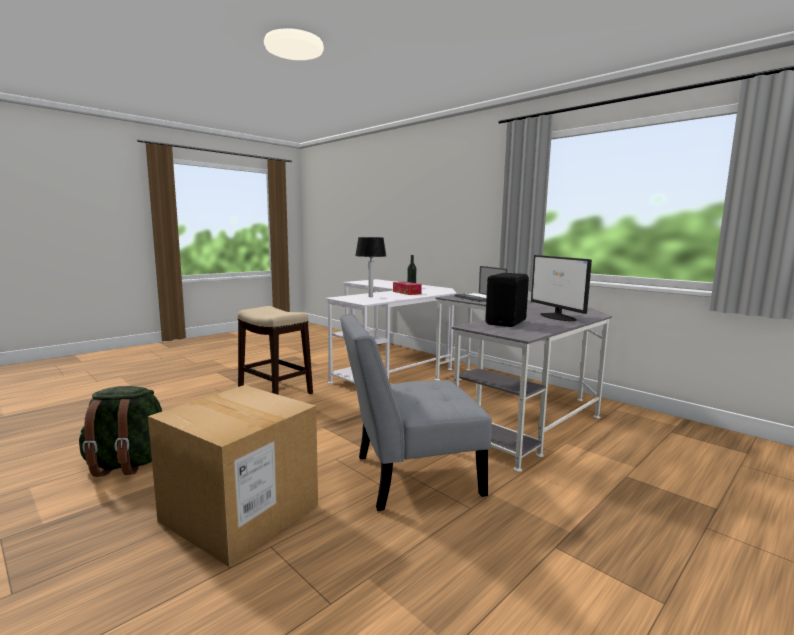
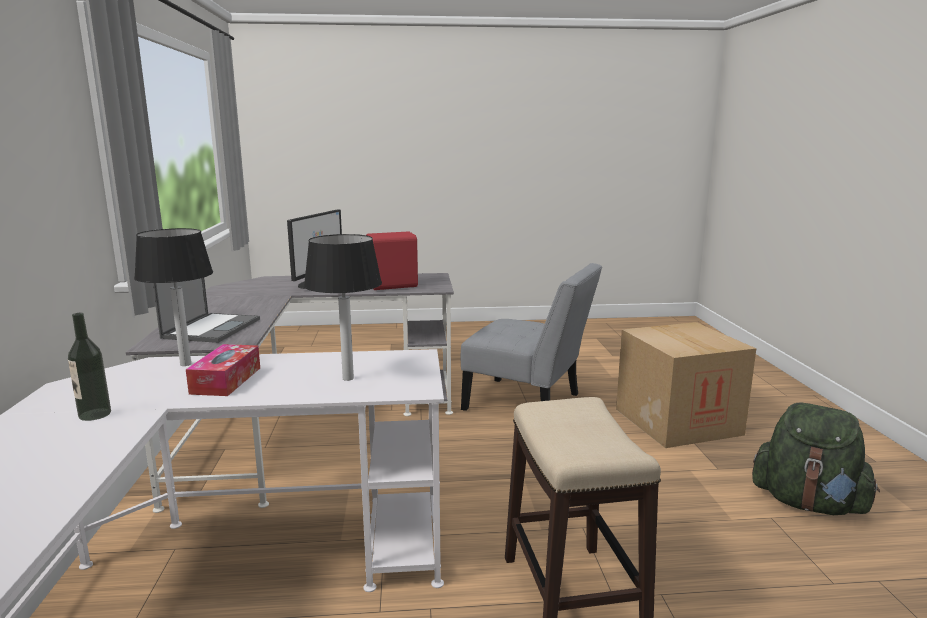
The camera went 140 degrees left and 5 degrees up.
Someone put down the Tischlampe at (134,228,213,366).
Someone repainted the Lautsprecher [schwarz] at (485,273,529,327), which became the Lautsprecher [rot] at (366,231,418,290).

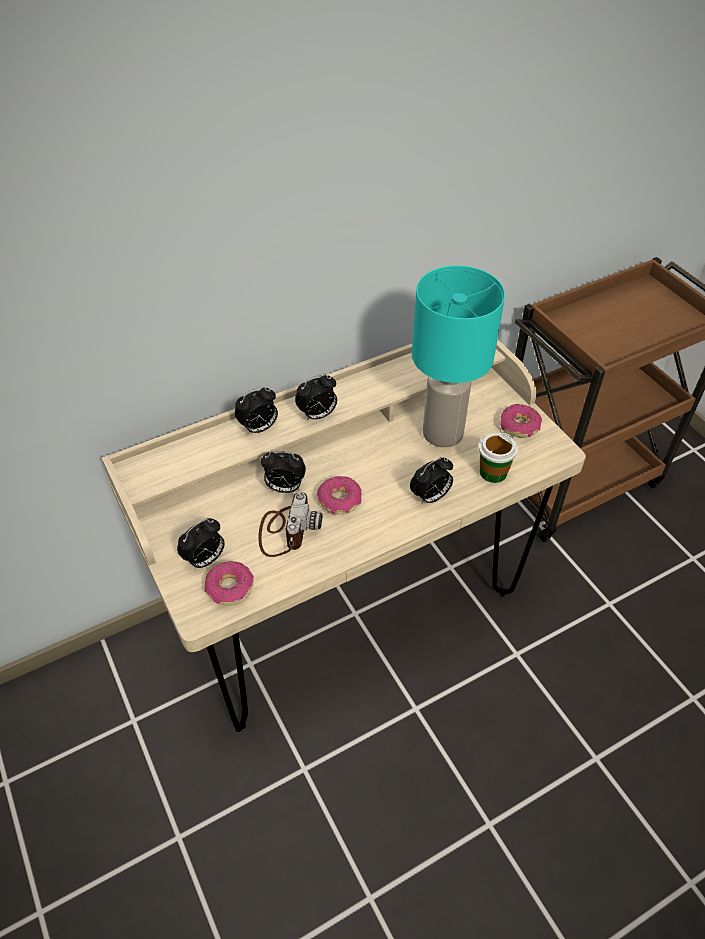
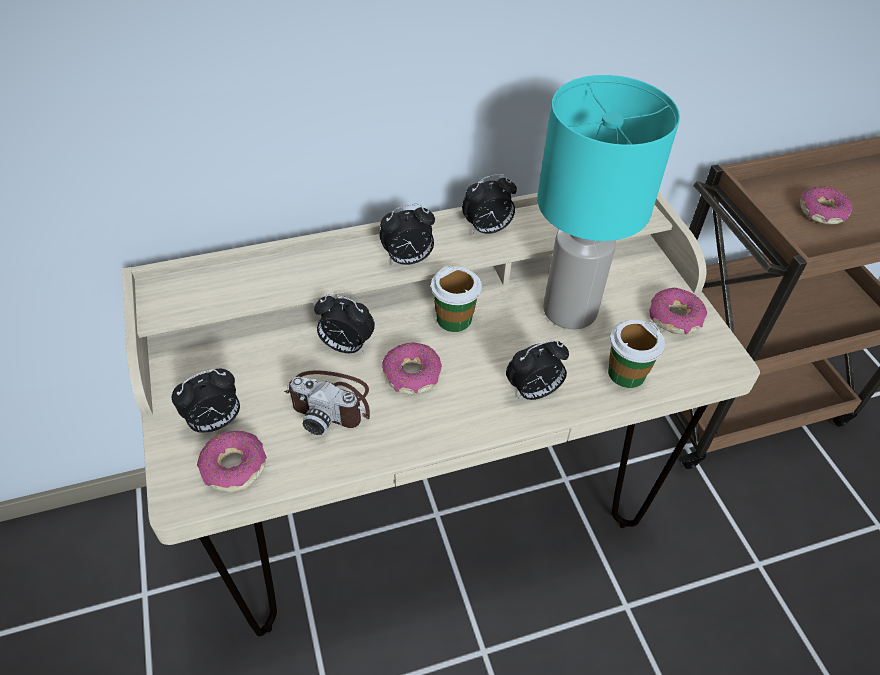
The camera went 10 degrees right and 0 degrees up.
Someone put down the Tasse at (431,266,482,332).
Someone put down the Donut at (800,186,853,225).
Someone carried the Wecker from (235,386,278,434) to (462,174,517,235).
Someone rotated the Kamera at (258,492,322,557) by 90 degrees clockwise.

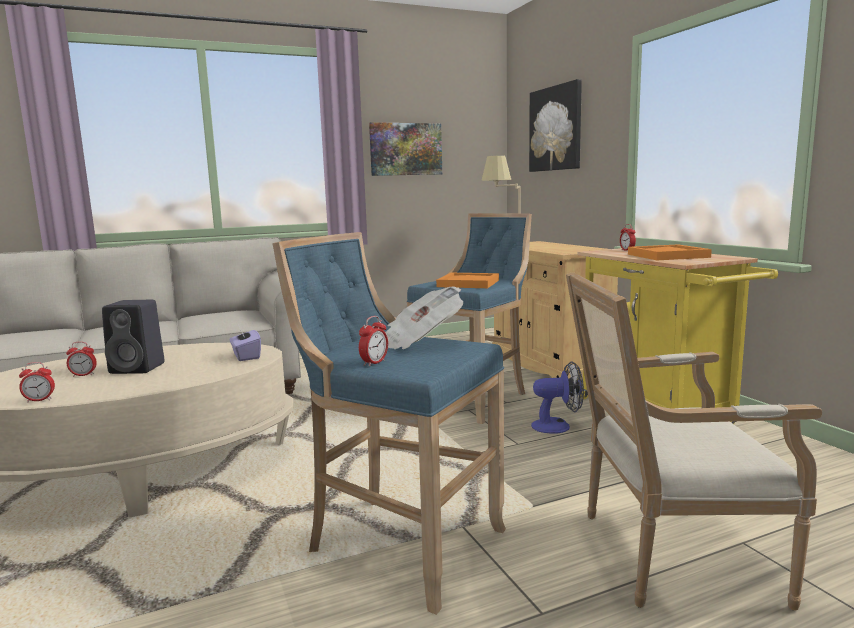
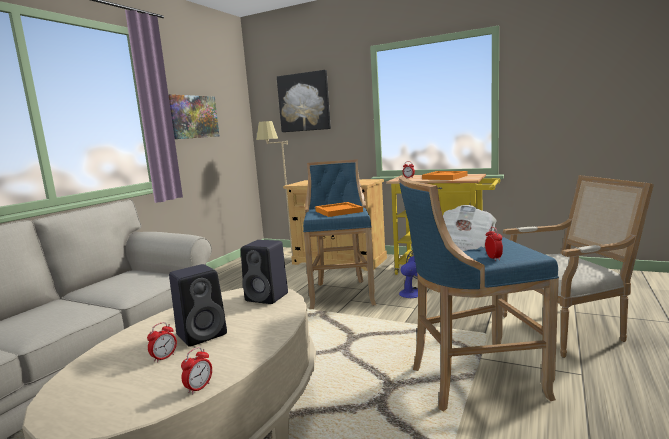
The camera went 40 degrees left and 0 degrees up.
Someone swapped the Taschentuchbox [lila] at (229,324,261,361) for the Lautsprecher [schwarz] at (241,240,288,304).
Someone rotated the Sessel at (566,272,822,611) by 150 degrees counterclockwise.

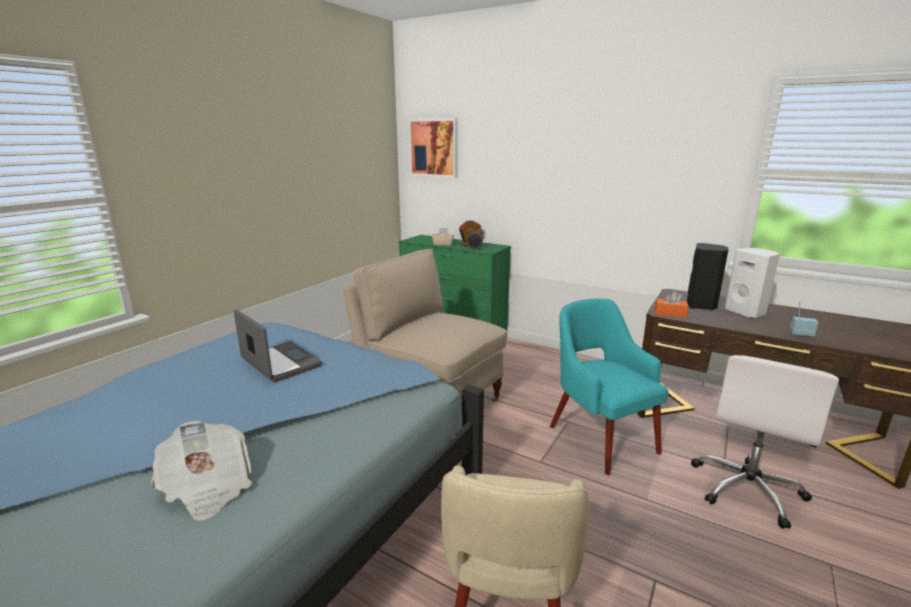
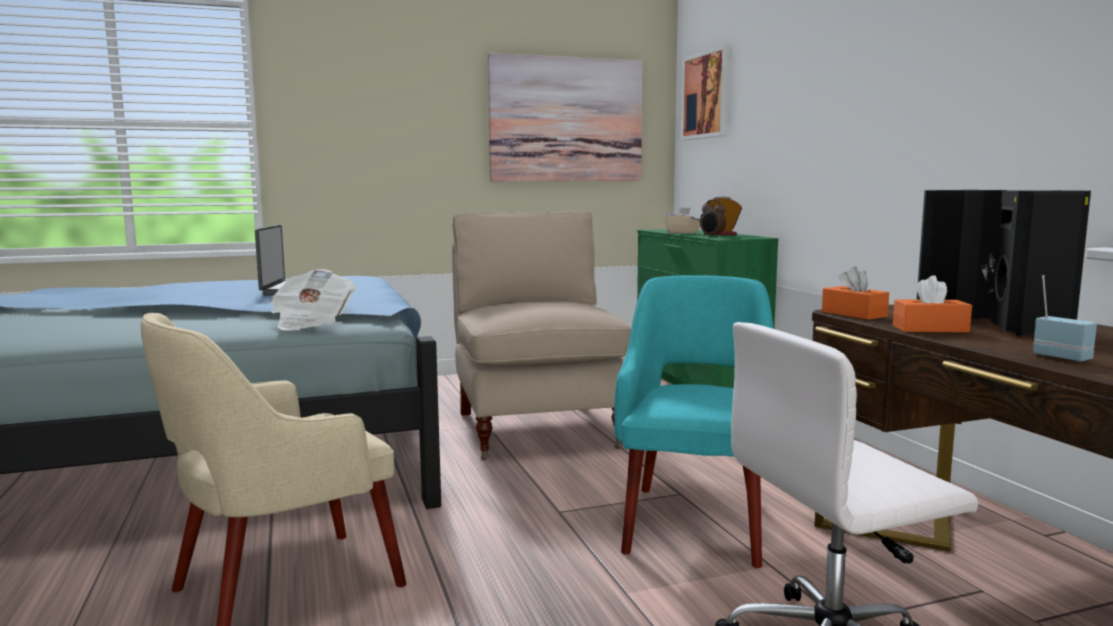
The camera went 40 degrees right and 10 degrees down.
Someone put up the Bild at (488,53,643,181).
Someone put down the Taschentuchbox [orange] at (893,275,972,333).
Someone carried the Zeitung from (151,420,252,521) to (270,269,355,331).
Someone repainted the Lautsprecher [weiß] at (725,248,780,318), which became the Lautsprecher [schwarz] at (991,190,1091,336).

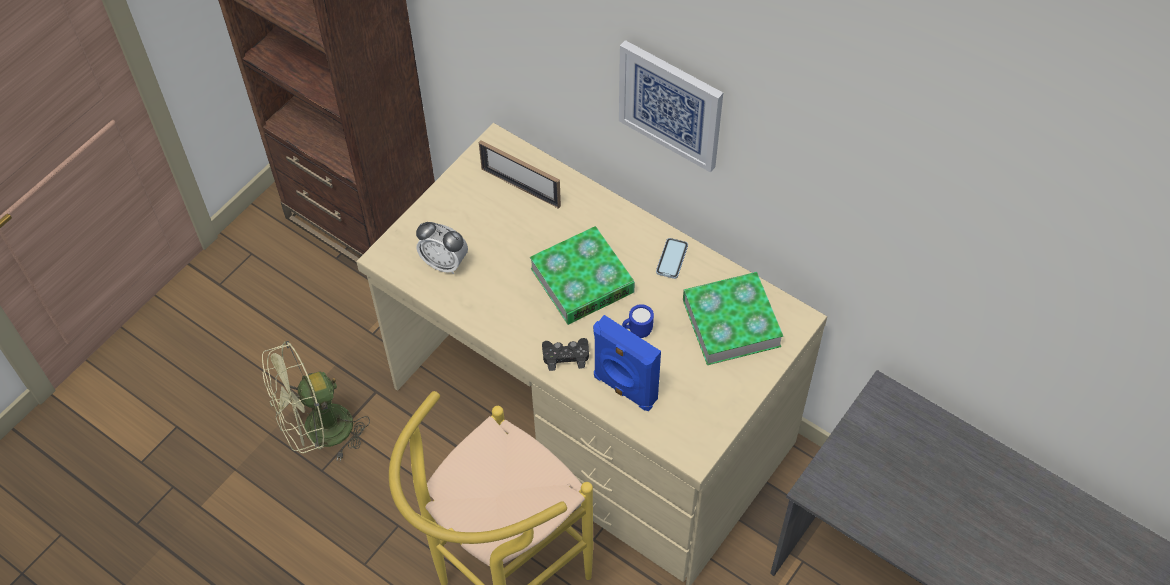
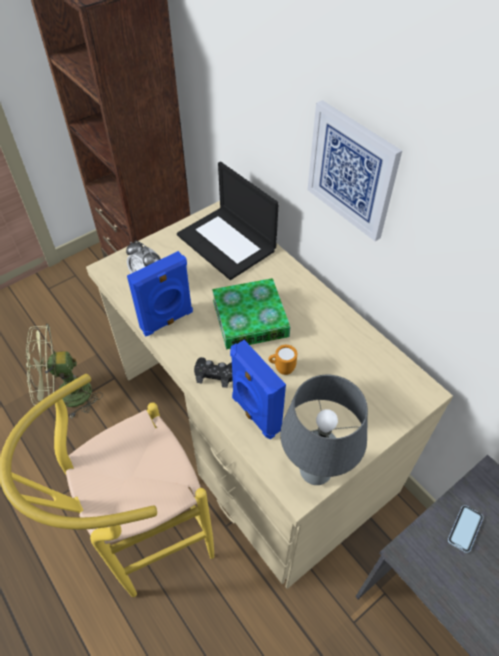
The camera went 15 degrees right and 5 degrees down.
Someone took away the Buch at (683,272,783,365).
Someone put down the Lautsprecher [blau] at (127,251,193,336).
Someone put down the Tischlampe [grau] at (280,375,368,485).
Someone carried the Handy from (656,238,688,279) to (448,505,483,553).
Someone swapped the Bilderrahmen at (479,140,561,209) for the Laptop at (177,162,279,280).
Someone repainted the Henkelbecher [blau] at (622,304,654,338), which became the Henkelbecher [orange] at (268,345,297,375).

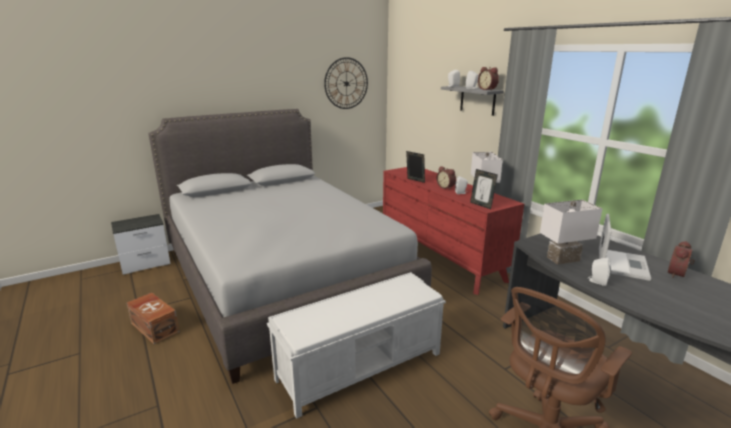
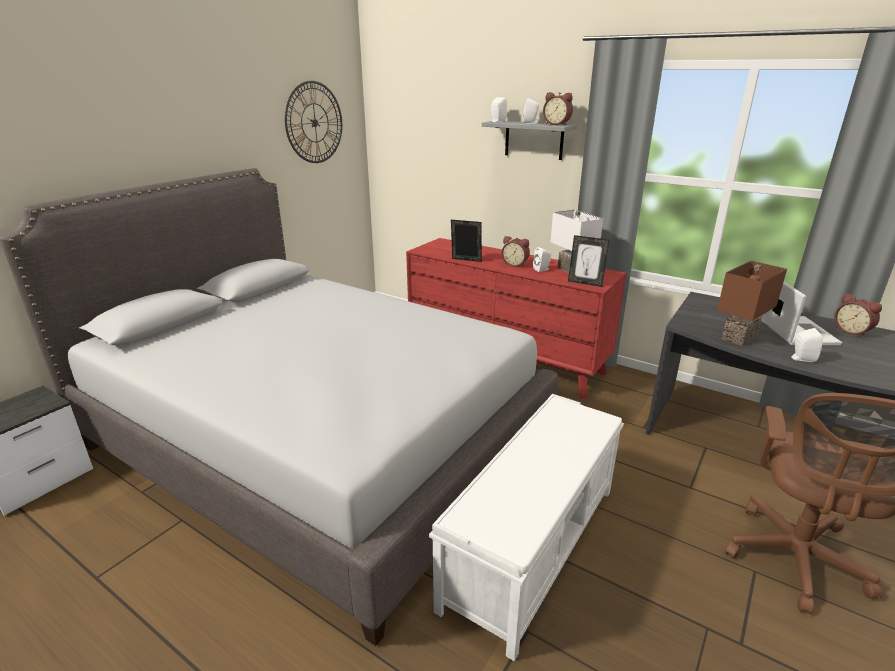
The camera went 25 degrees left and 5 degrees up.
Someone took away the Aufbewahrungsbox [braun] at (127,293,180,344).
Someone repainted the Tischlampe [weiß] at (540,200,603,265), which became the Tischlampe [braun] at (717,261,787,346).
Someone rotated the Wecker at (668,241,695,278) by 45 degrees counterclockwise.

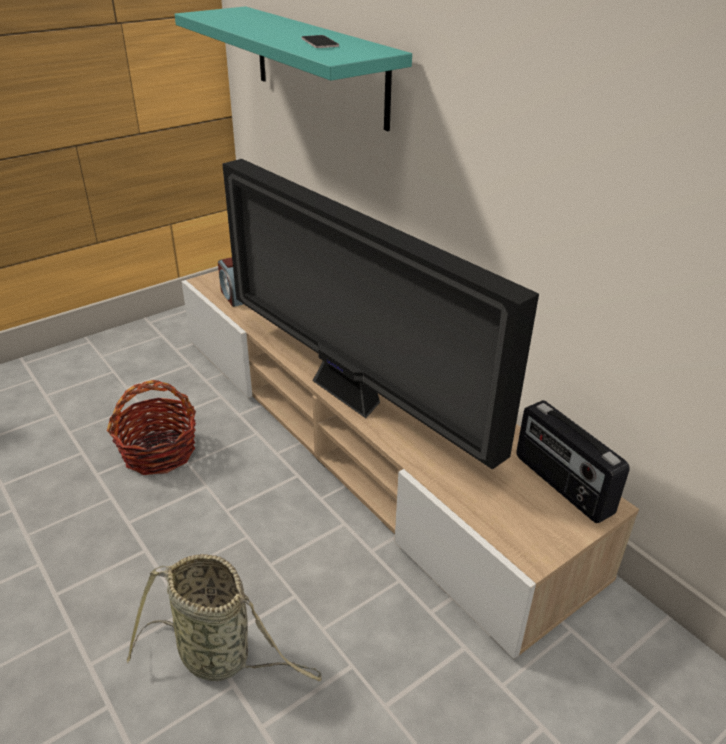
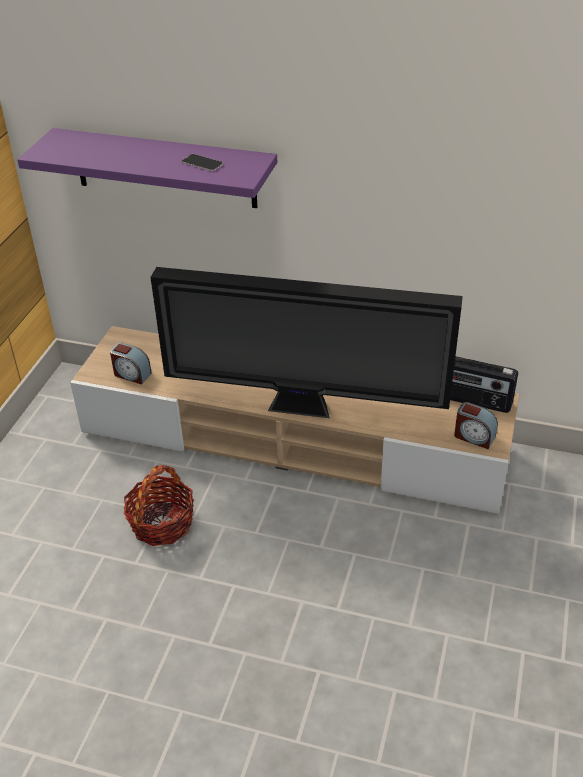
The camera went 35 degrees left and 5 degrees up.
Someone took away the Korb at (127,554,322,681).
Someone put down the Wecker at (454,402,498,449).
Someone repainted the Wandregal [türkis] at (175,6,412,131), which became the Wandregal [lila] at (17,128,277,208).

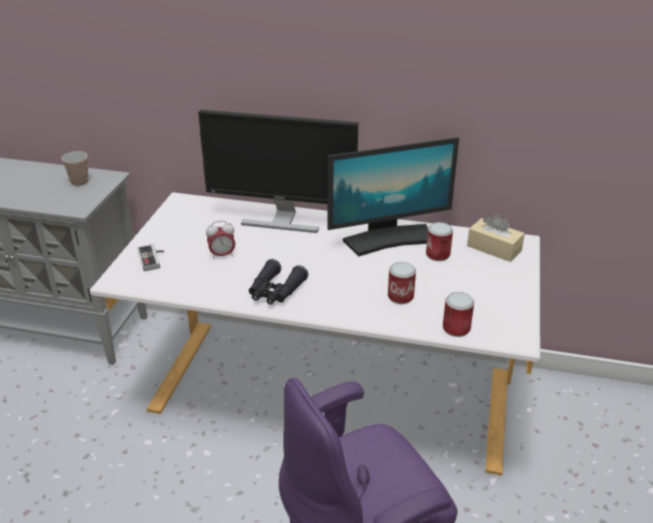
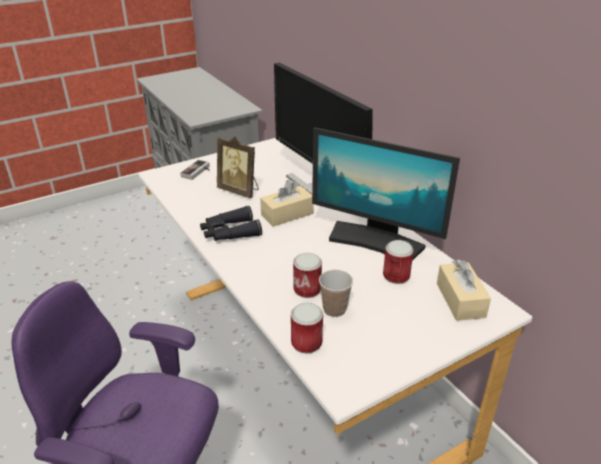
The camera went 45 degrees right and 0 degrees up.
Someone put down the Taschentuchbox [beige] at (260,180,314,226).
Someone carried the Tasse from (61,151,88,186) to (319,270,353,317).
Someone swapped the Wecker at (206,221,235,259) for the Bilderrahmen at (217,136,259,198).

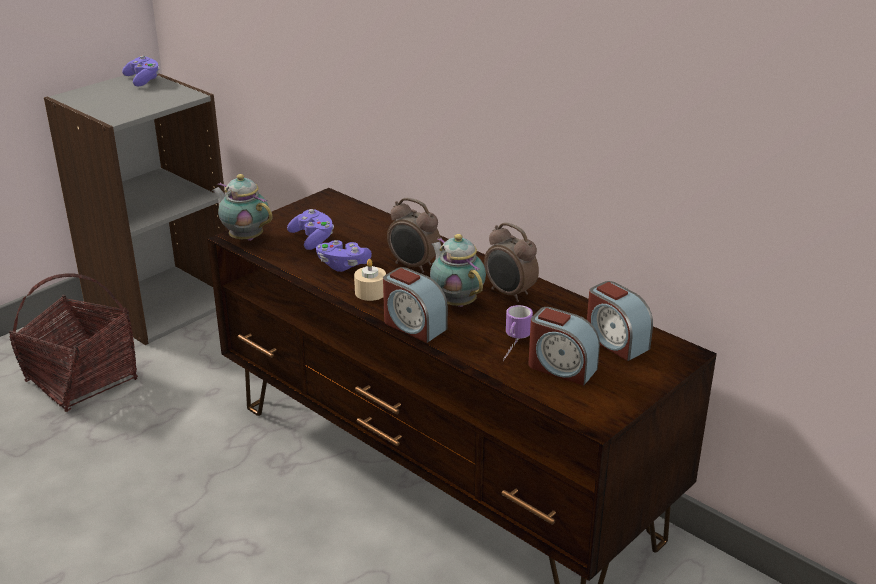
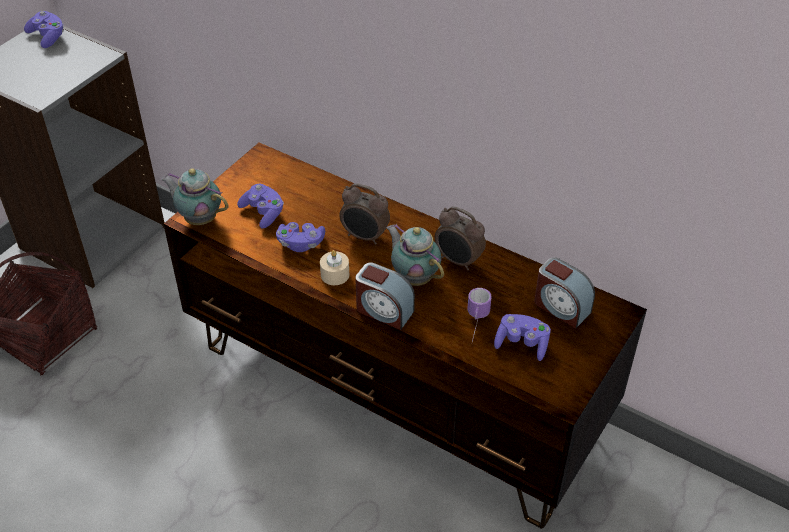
The camera went 10 degrees left and 15 degrees up.
Someone swapped the Wecker at (528,307,600,386) for the Gamepad [lila] at (494,314,551,361).

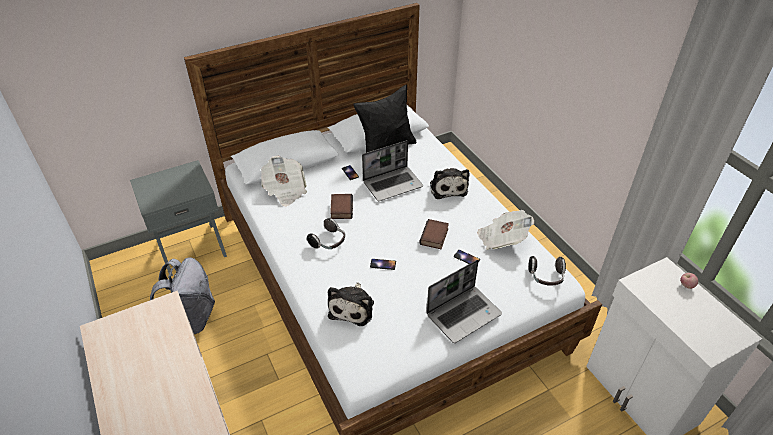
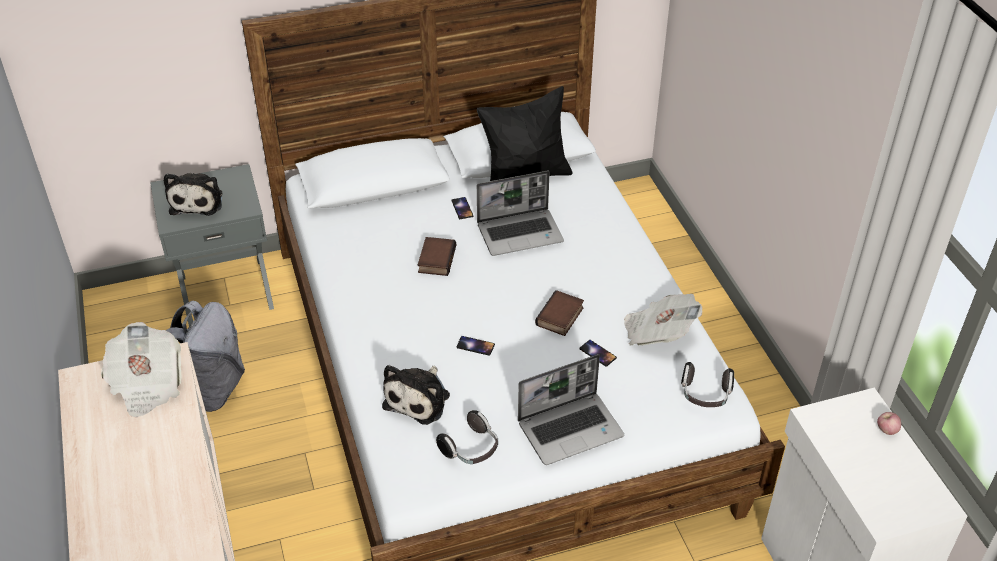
The camera went 10 degrees right and 0 degrees up.
Someone carried the Zeitung from (261,156,307,206) to (101,322,182,418).
Someone carried the Kopfhörer from (307,218,345,249) to (436,410,498,464).
Someone carried the Plüschtier from (430,168,469,199) to (164,173,222,216).

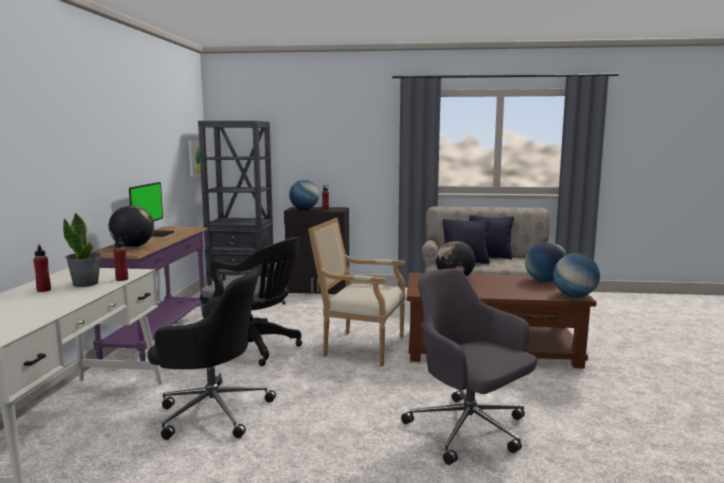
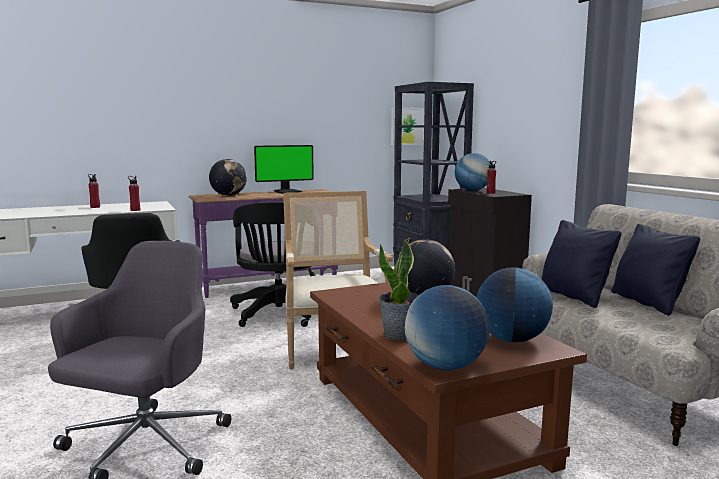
The camera went 60 degrees right and 0 degrees up.
Someone carried the Topfpflanze from (63,213,101,287) to (379,239,419,341).

